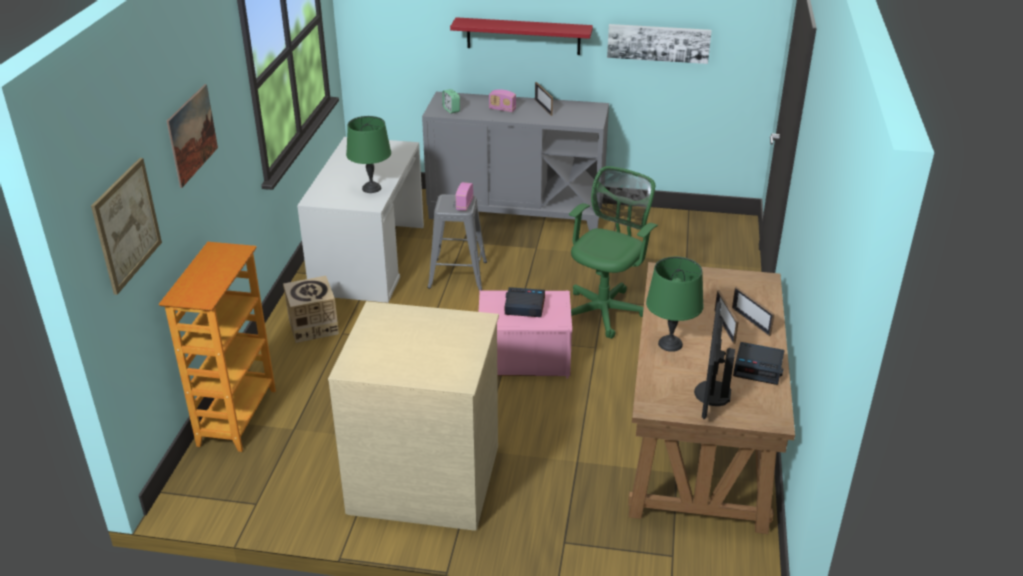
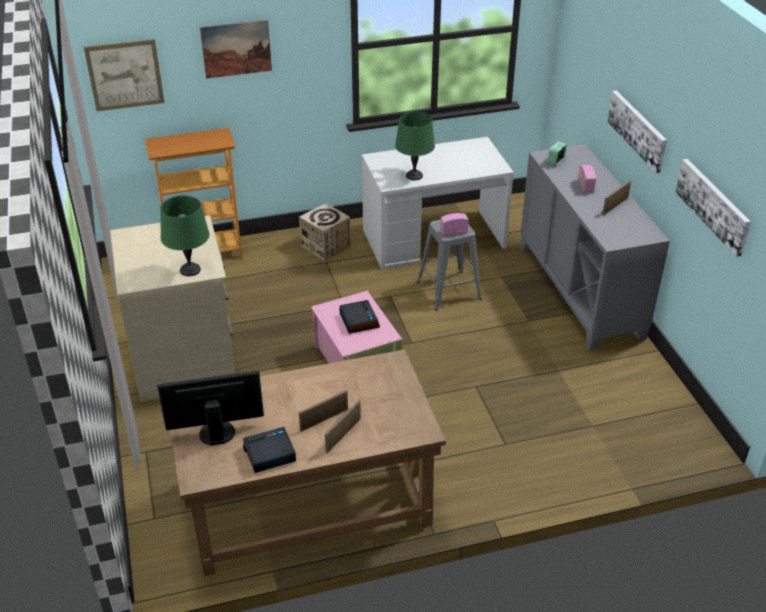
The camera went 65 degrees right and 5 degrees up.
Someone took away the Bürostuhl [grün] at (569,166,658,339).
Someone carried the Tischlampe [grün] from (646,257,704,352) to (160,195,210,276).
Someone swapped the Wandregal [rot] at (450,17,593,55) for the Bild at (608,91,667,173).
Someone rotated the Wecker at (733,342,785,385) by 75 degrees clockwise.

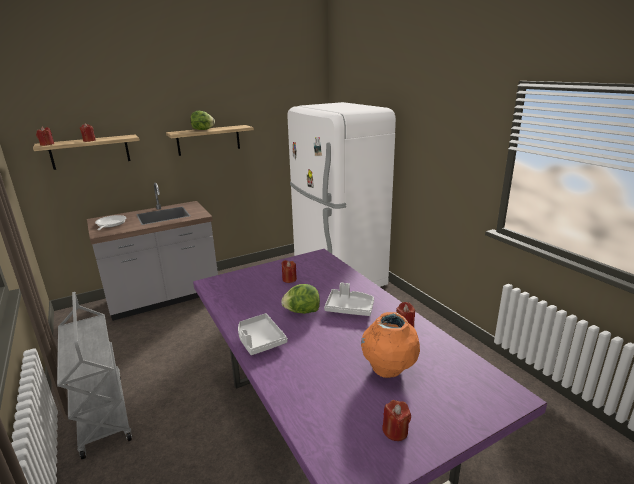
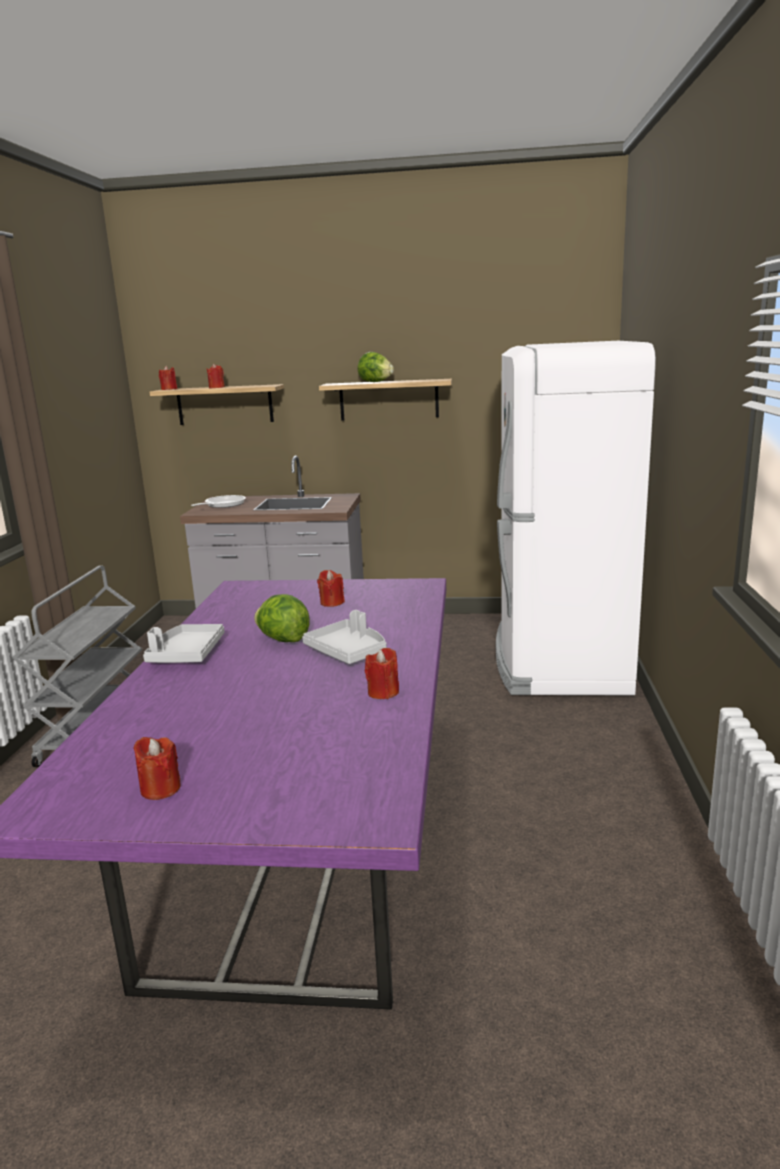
The camera went 35 degrees right and 5 degrees down.
Someone took away the Vase [orange] at (361,312,420,378).

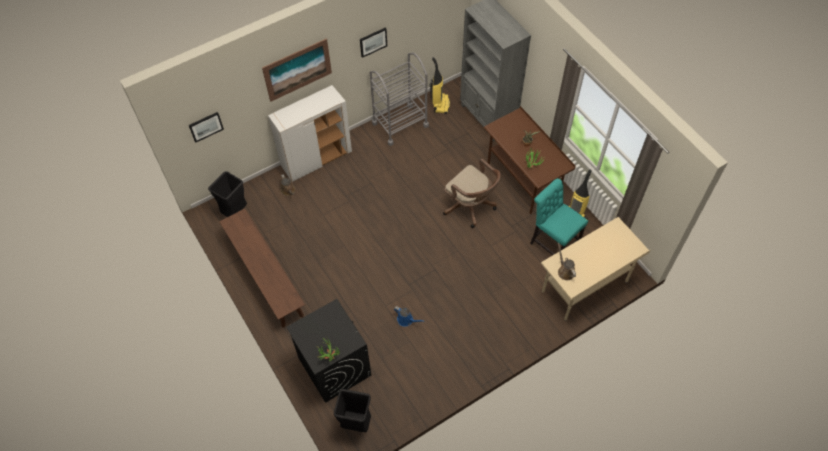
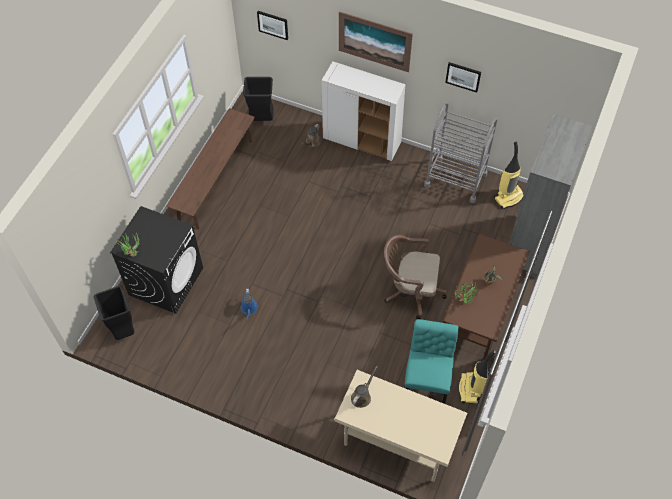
The camera went 55 degrees right and 0 degrees up.
Someone rotated the Bürostuhl [braun] at (443,159,501,228) by 90 degrees clockwise.

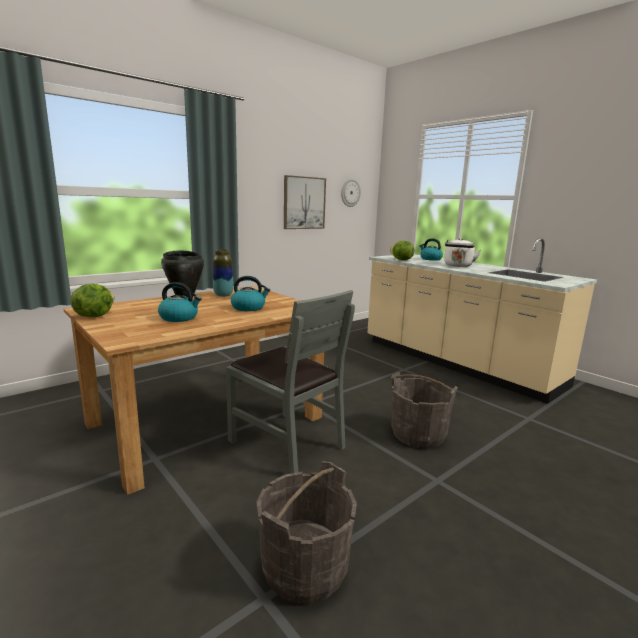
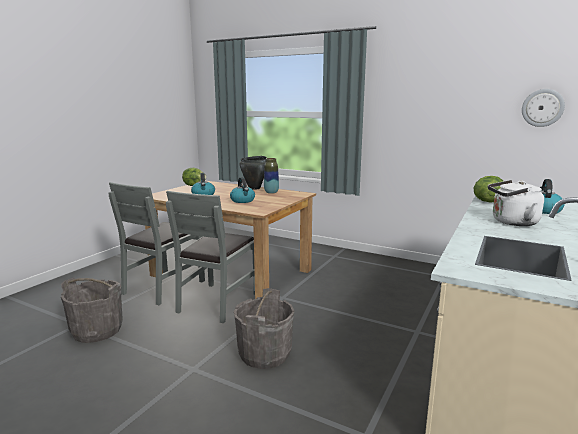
The camera went 70 degrees right and 0 degrees up.
Someone took away the Bild at (284,175,326,229).
Someone put down the Stuhl [grau] at (108,182,205,305).

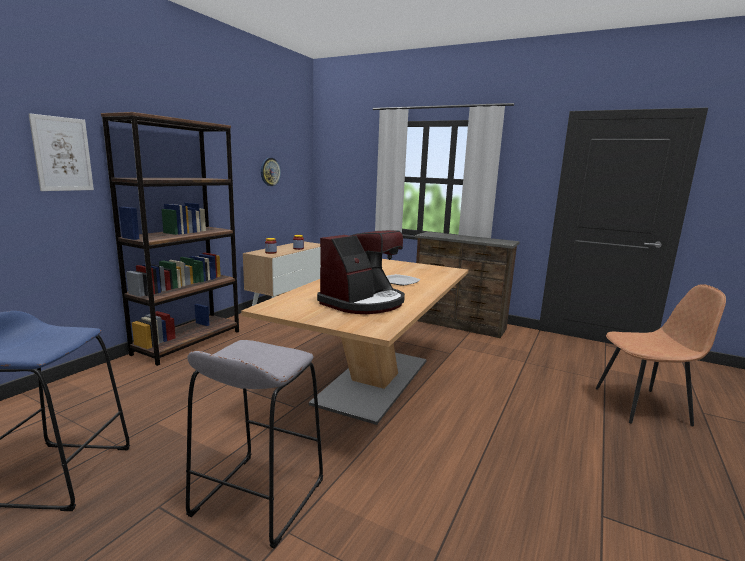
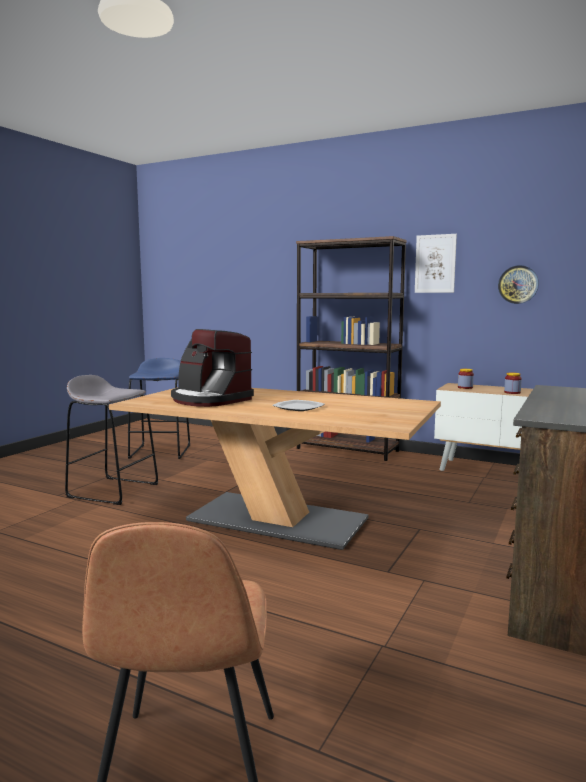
The camera went 90 degrees right and 5 degrees down.
Someone carried the Bild from (28,113,94,191) to (415,234,457,293).

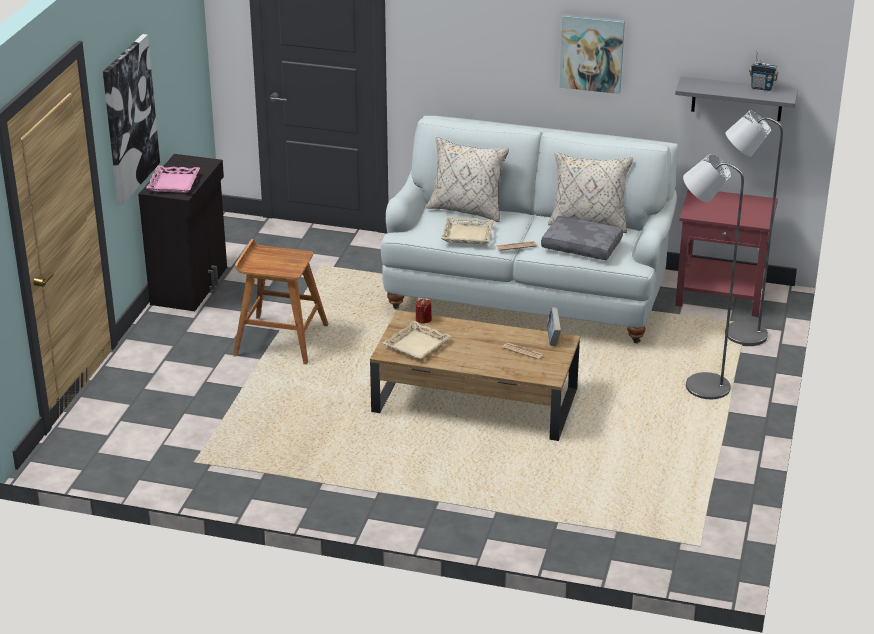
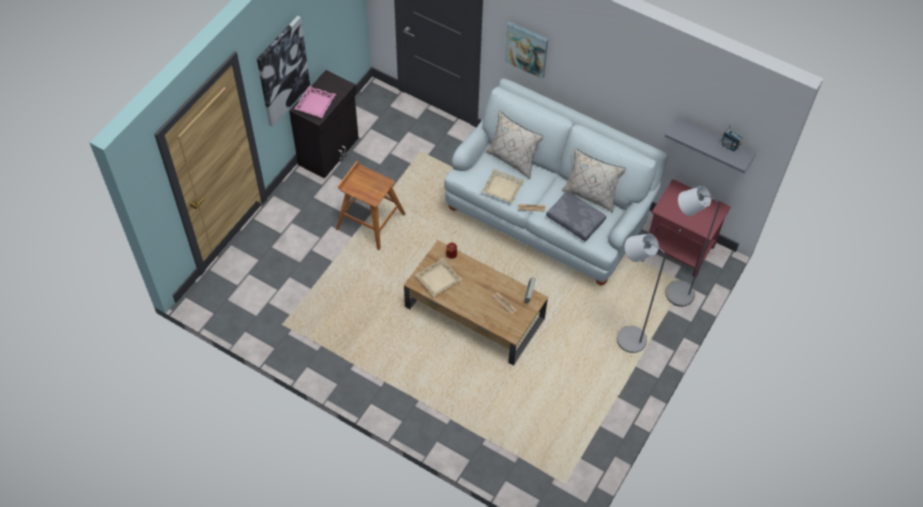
The camera went 15 degrees right and 25 degrees up.
Someone carried the Bild from (559,14,625,94) to (505,21,548,79).

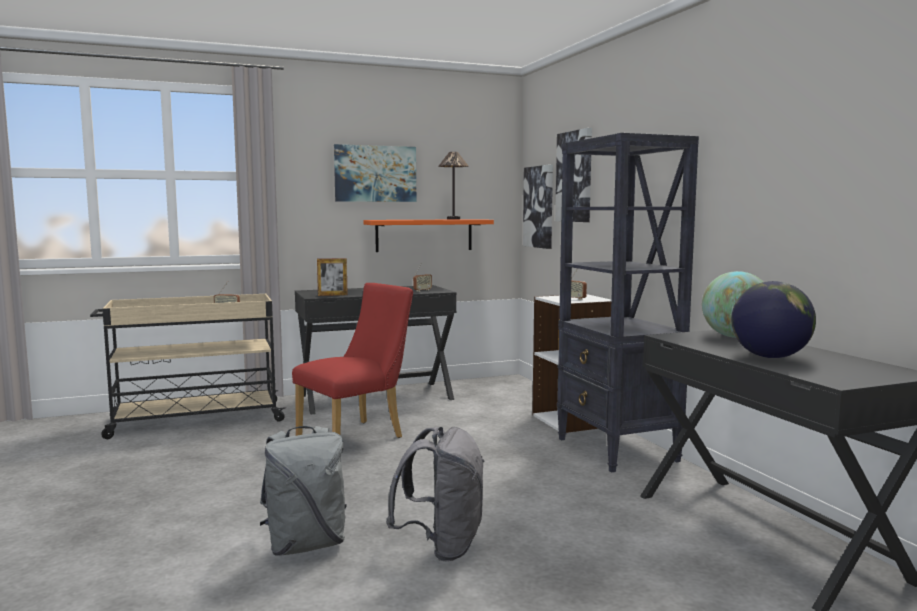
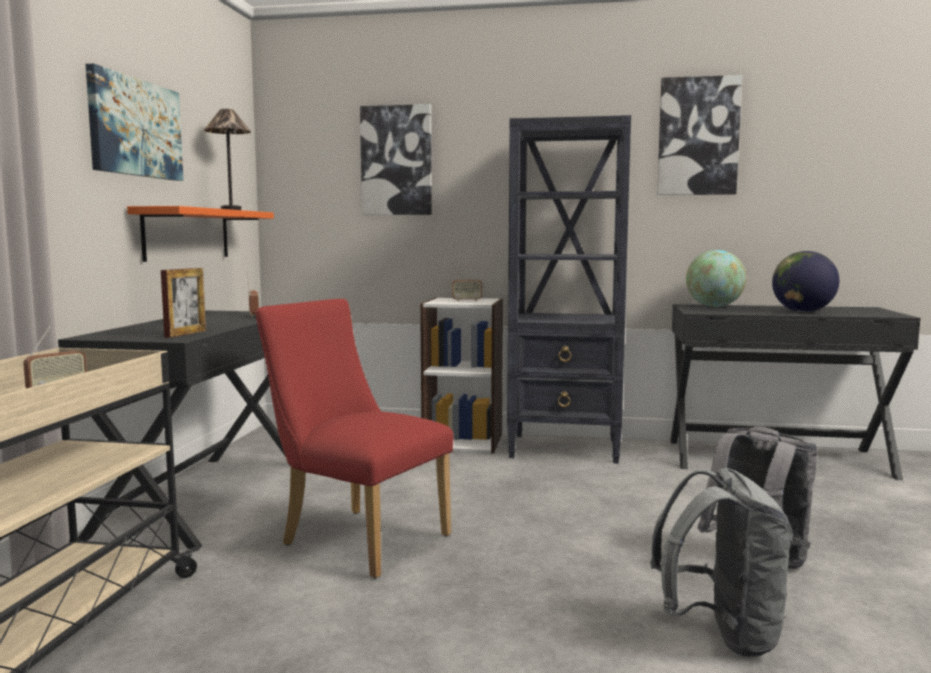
The camera went 60 degrees left and 0 degrees up.
Someone carried the Bild from (523,165,553,249) to (657,75,742,195).
Someone rotated the Stuhl [rot] at (292,283,413,438) by 45 degrees counterclockwise.

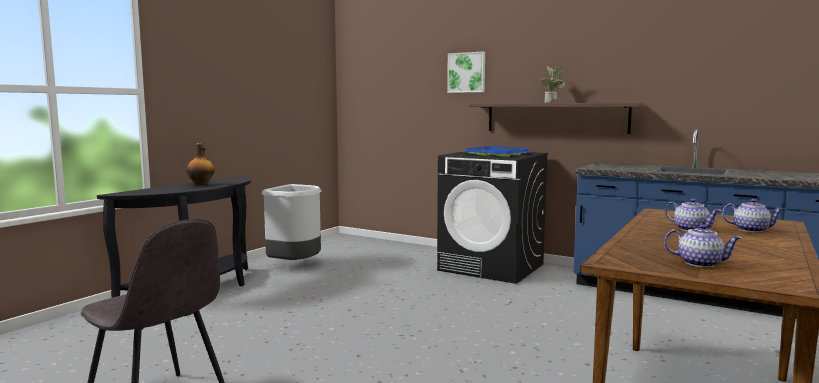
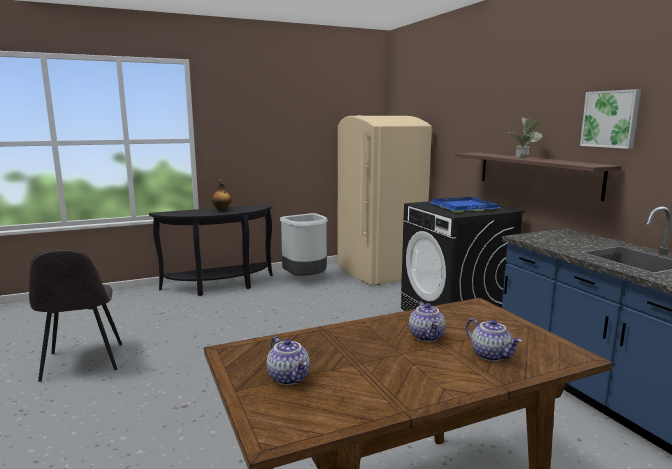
The camera went 35 degrees right and 5 degrees up.
Someone put down the Kühlschrank [beige] at (338,115,432,285).
Someone carried the Bild from (447,51,485,93) to (580,89,641,149).

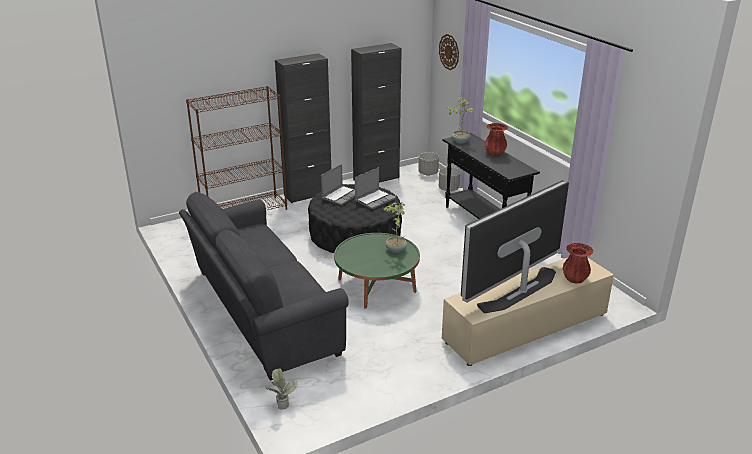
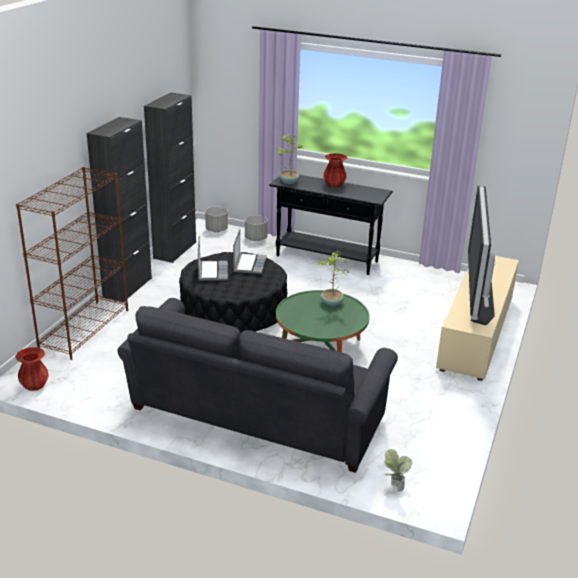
The camera went 40 degrees left and 0 degrees up.
Someone took away the Wanduhr at (439,34,459,70).
Someone carried the Vase [rot] from (563,243,593,284) to (15,347,48,391).

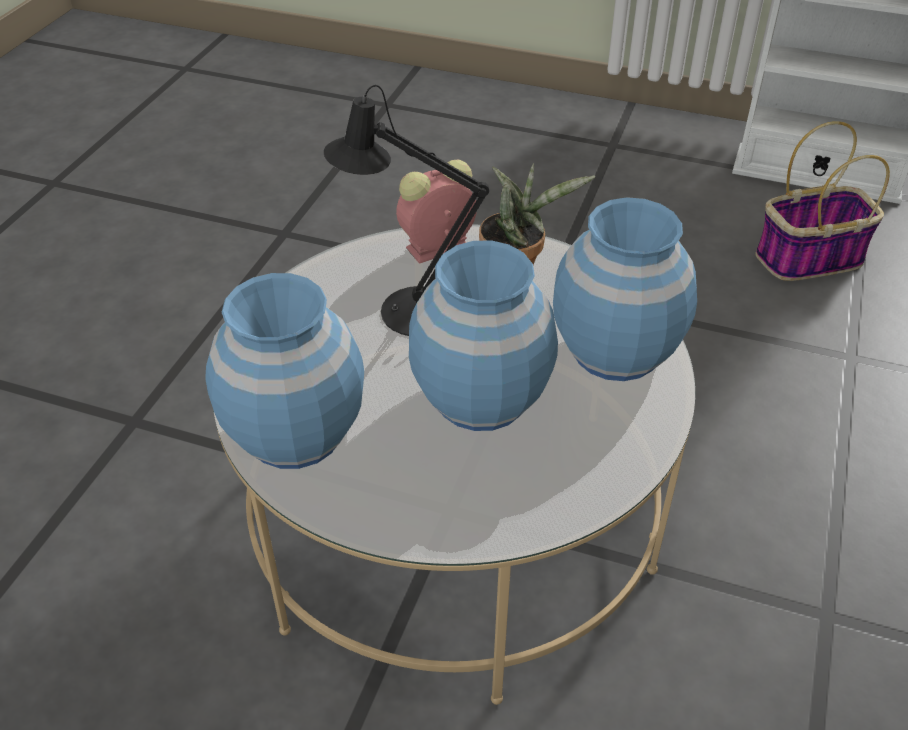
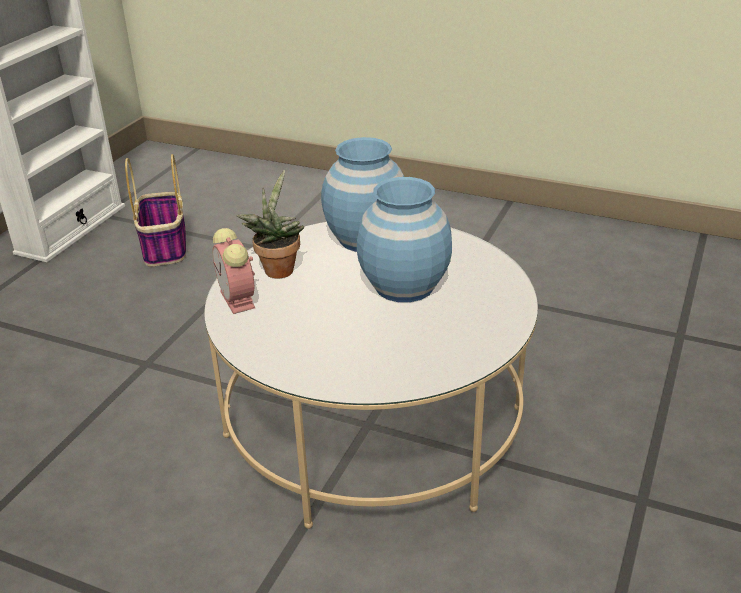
The camera went 85 degrees left and 10 degrees down.
Someone took away the Vase [blau] at (205,273,364,469).
Someone took away the Tischlampe [schwarz] at (324,85,489,336).

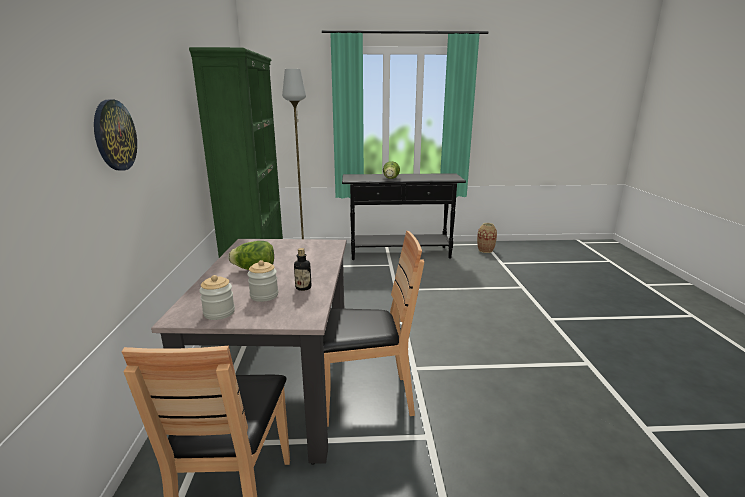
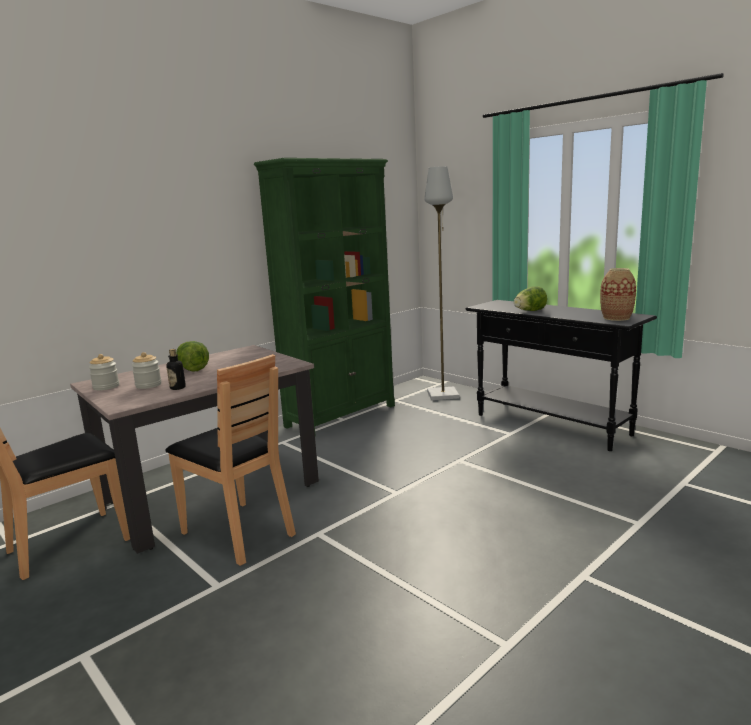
The camera went 50 degrees right and 5 degrees down.
Someone took away the Wanduhr at (94,100,137,170).
Someone carried the Vase from (477,223,497,253) to (600,268,636,321).

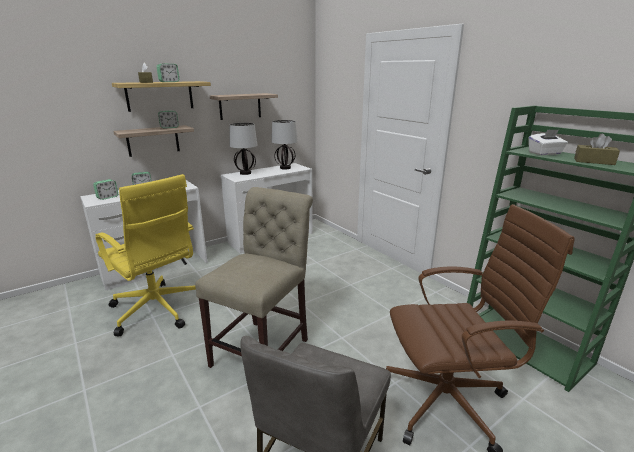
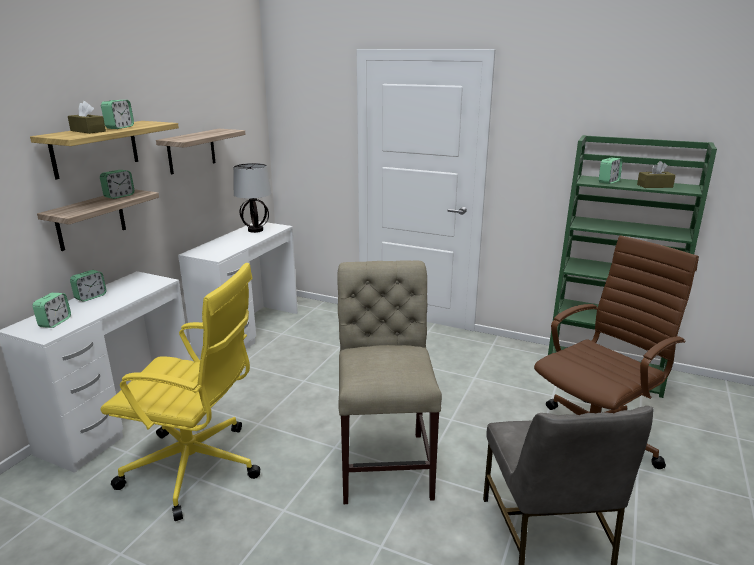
The camera went 30 degrees left and 0 degrees up.
Someone took away the Tischlampe at (229,123,257,175).
Someone swapped the Taschentuchbox [weiß] at (529,129,568,155) for the Wecker at (599,158,623,184).

